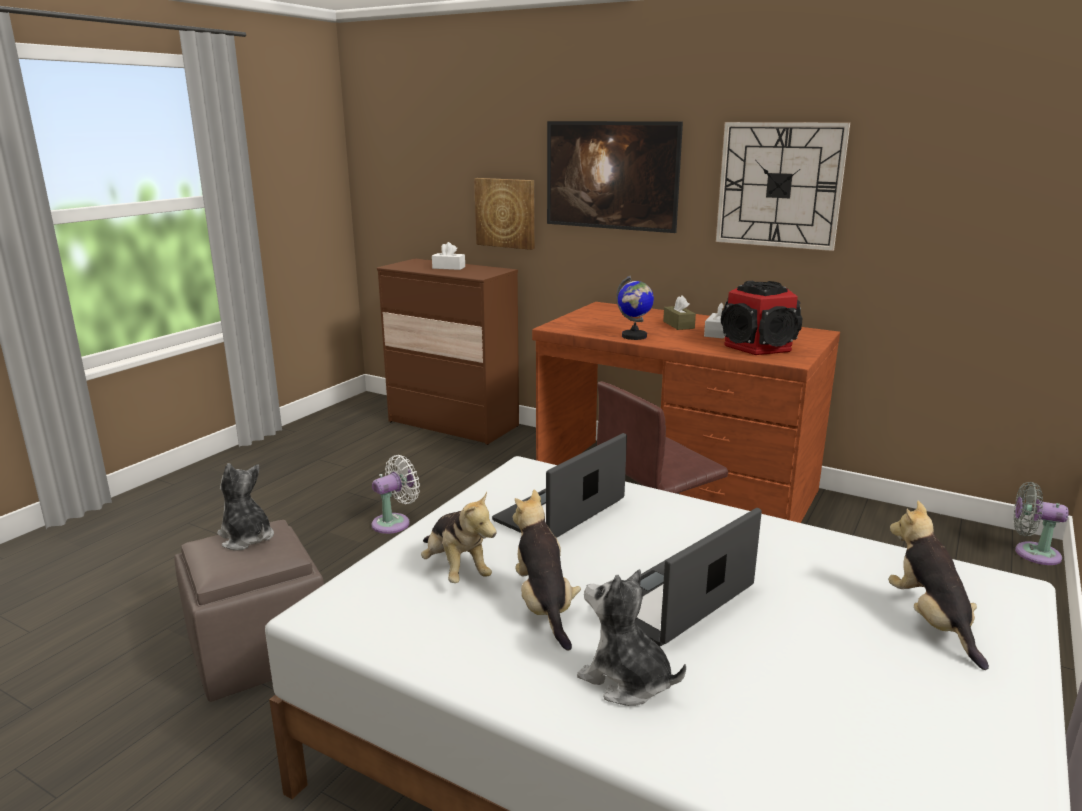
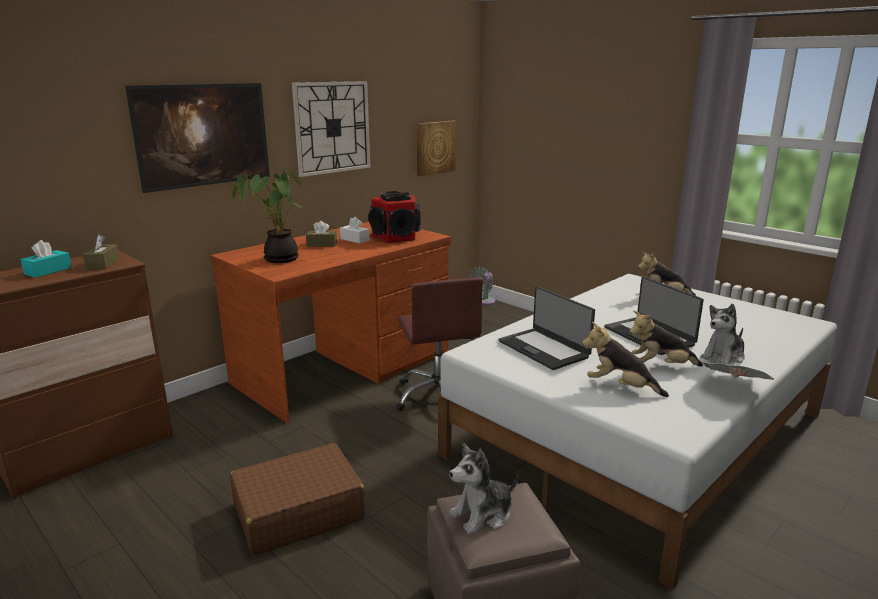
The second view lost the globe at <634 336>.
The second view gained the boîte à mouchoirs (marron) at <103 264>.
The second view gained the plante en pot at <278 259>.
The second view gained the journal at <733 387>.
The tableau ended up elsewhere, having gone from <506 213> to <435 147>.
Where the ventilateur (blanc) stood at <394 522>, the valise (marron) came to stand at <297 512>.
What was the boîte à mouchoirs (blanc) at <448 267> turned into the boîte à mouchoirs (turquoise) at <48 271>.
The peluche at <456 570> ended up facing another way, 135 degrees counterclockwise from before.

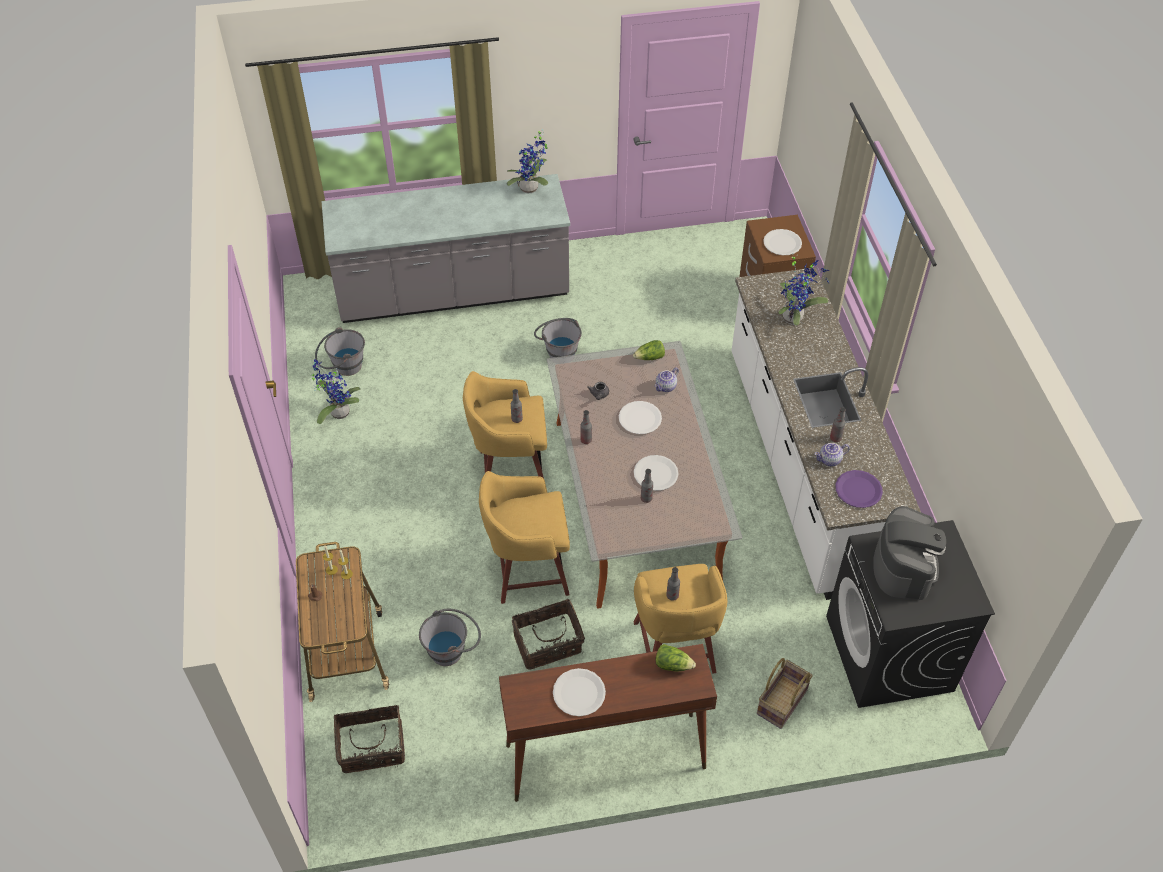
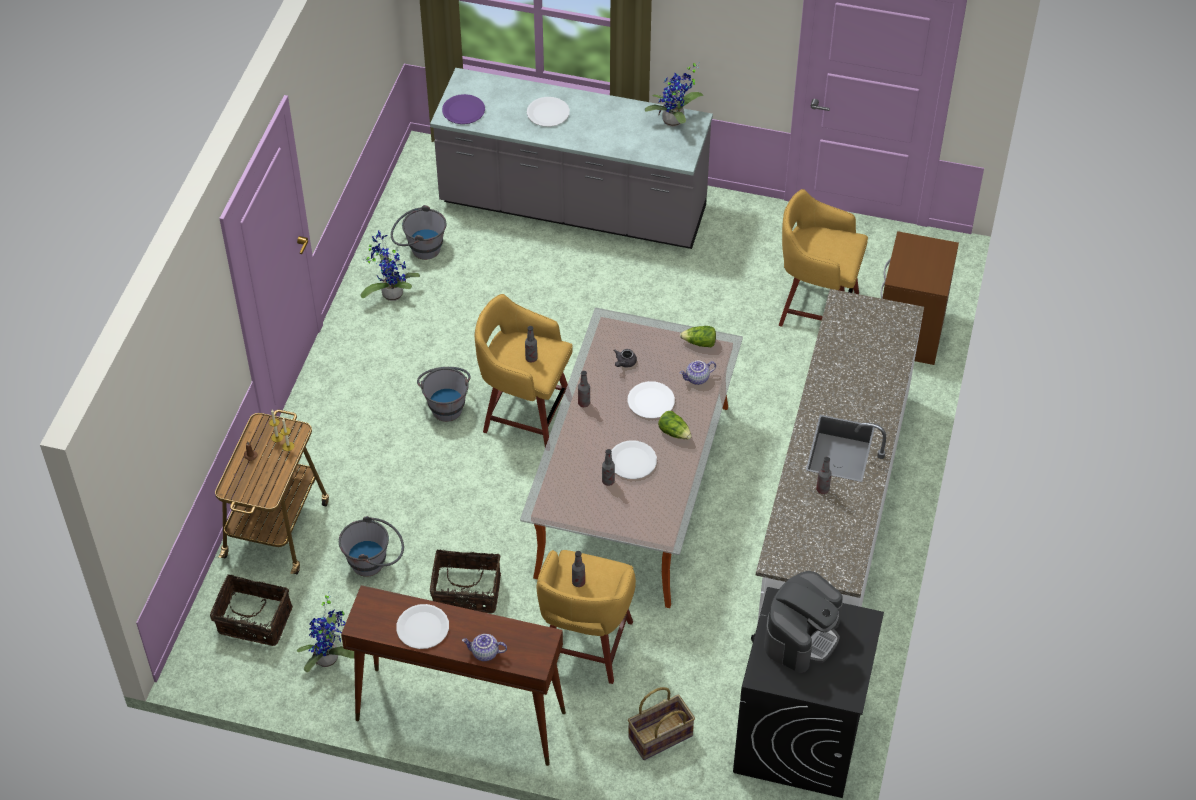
The tabouret (jaune) ended up elsewhere, having gone from <527 571> to <815 308>.
The seau (gris) ended up elsewhere, having gone from <558 351> to <446 404>.
The laitue ended up elsewhere, having gone from <673 664> to <674 432>.
The assiette (blanc) ended up elsewhere, having gone from <782 243> to <548 113>.
The plante en pot ended up elsewhere, having gone from <795 317> to <330 658>.
The théière ended up elsewhere, having gone from <829 460> to <484 653>.
The assiette (violet) ended up elsewhere, having gone from <858 490> to <463 110>.

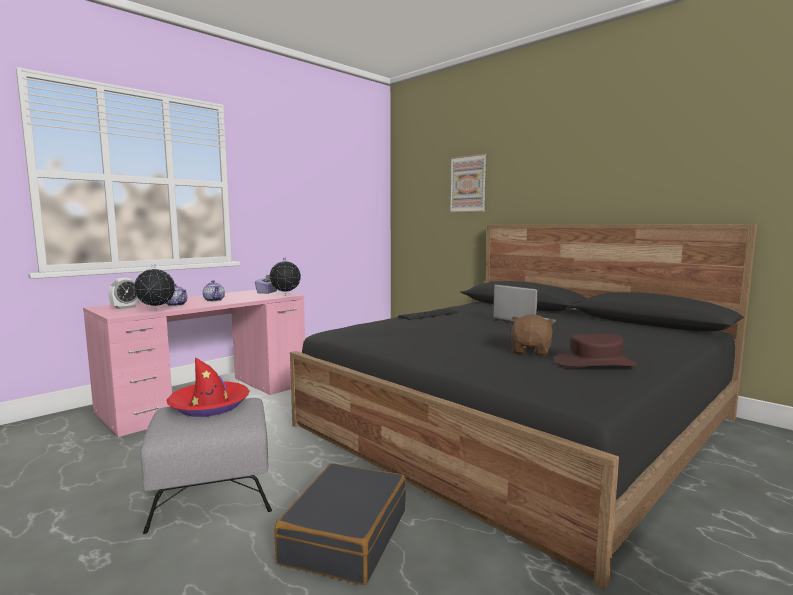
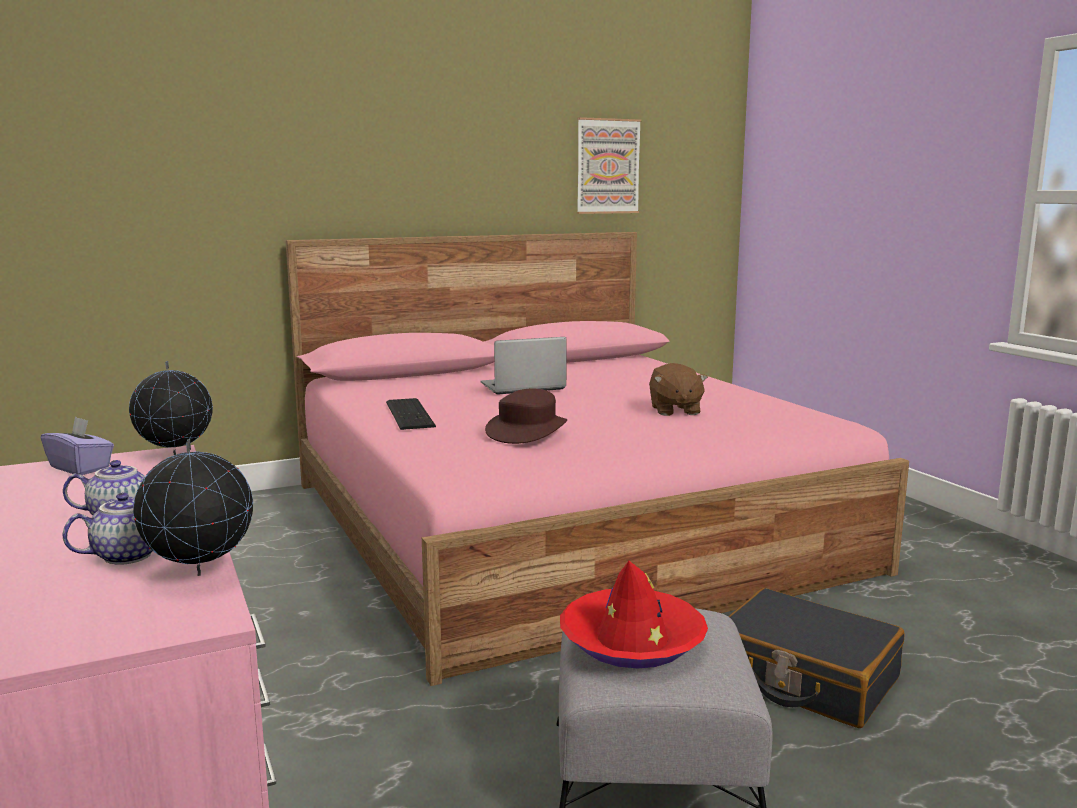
The second view lost the réveil at <125 307>.
The tableau ended up elsewhere, having gone from <468 184> to <607 166>.
The chapeau (marron) ended up elsewhere, having gone from <594 363> to <527 430>.
What was the lit (noir) at <519 421> turned into the lit (rose) at <561 524>.
The peluche (marron) at <531 351> ended up facing another way, 135 degrees counterclockwise from before.

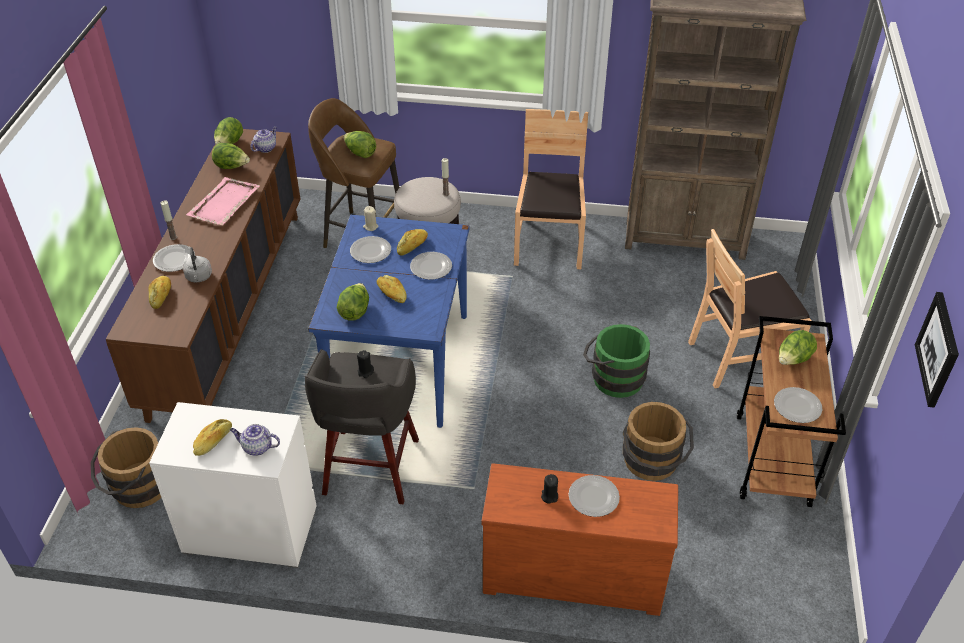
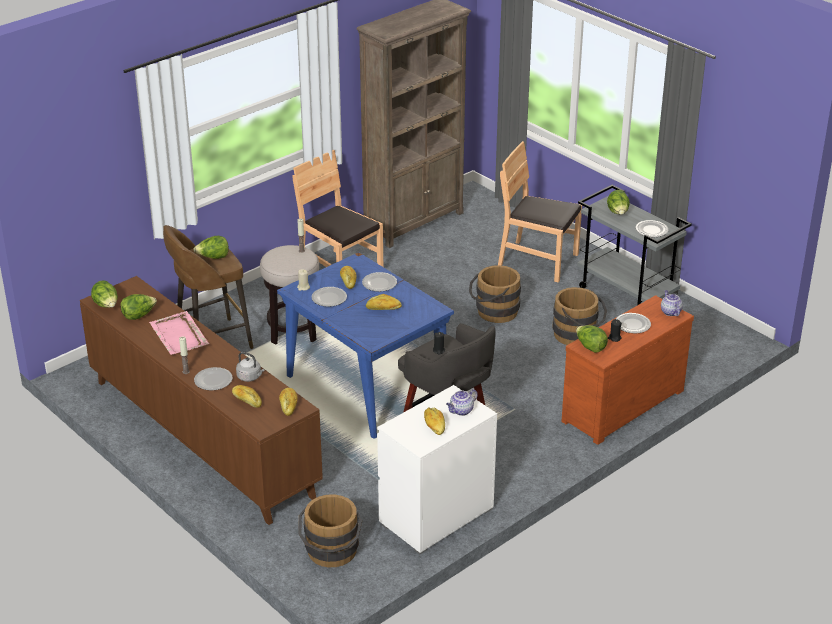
The second view lost the tableau at <938 349>.
The second view gained the pain at <288 405>.
The théière ended up elsewhere, having gone from <266 148> to <670 312>.
The laitue ended up elsewhere, having gone from <355 311> to <590 347>.
What was the seau (vert) at <613 377> turned into the seau (marron) at <493 312>.
What was the chariot (marron) at <773 460> turned into the chariot (gris) at <627 295>.
The chaise (marron) at <740 356> ended up facing another way, 90 degrees clockwise from before.

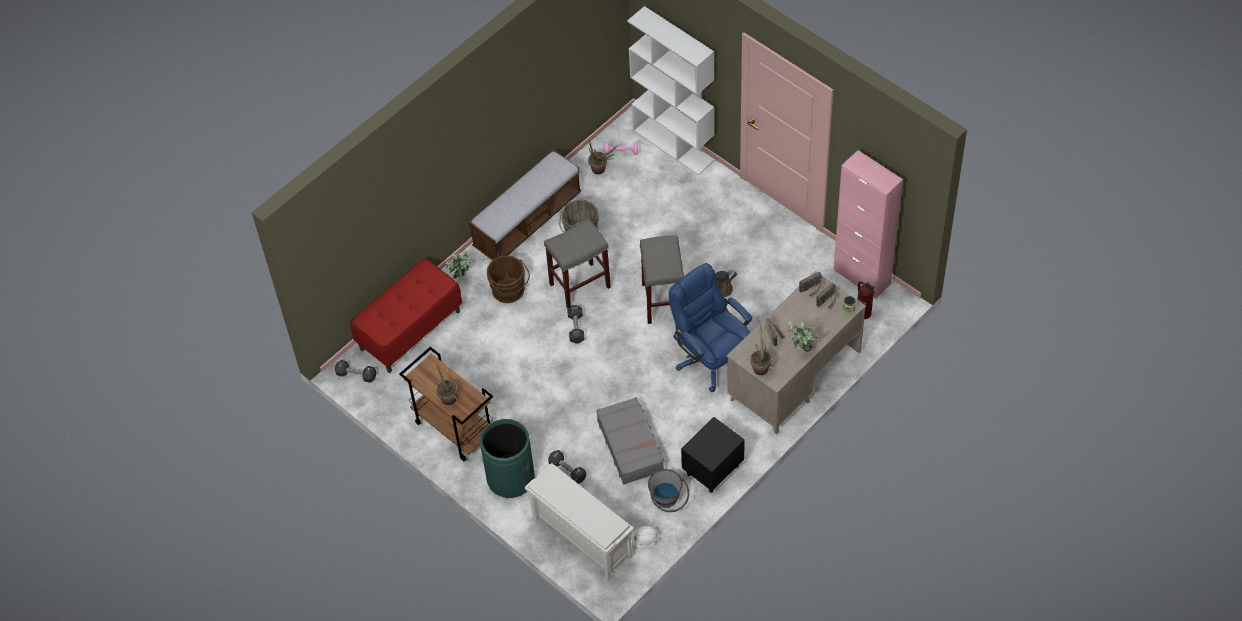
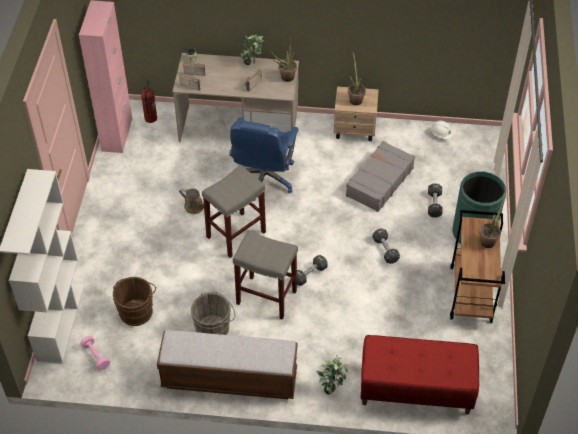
The second view lost the étagère à chaussures (blanc) at <581 537>.
The second view lost the seau (gris) at <668 502>.
The haltère (noir) ended up elsewhere, having gone from <356 375> to <385 250>.
The seau (marron) ended up elsewhere, having gone from <509 292> to <137 311>.
The plante en pot ended up elsewhere, having gone from <601 170> to <355 99>.
What was the table de chevet (noir) at <712 470> turned into the table de chevet (beige) at <355 130>.

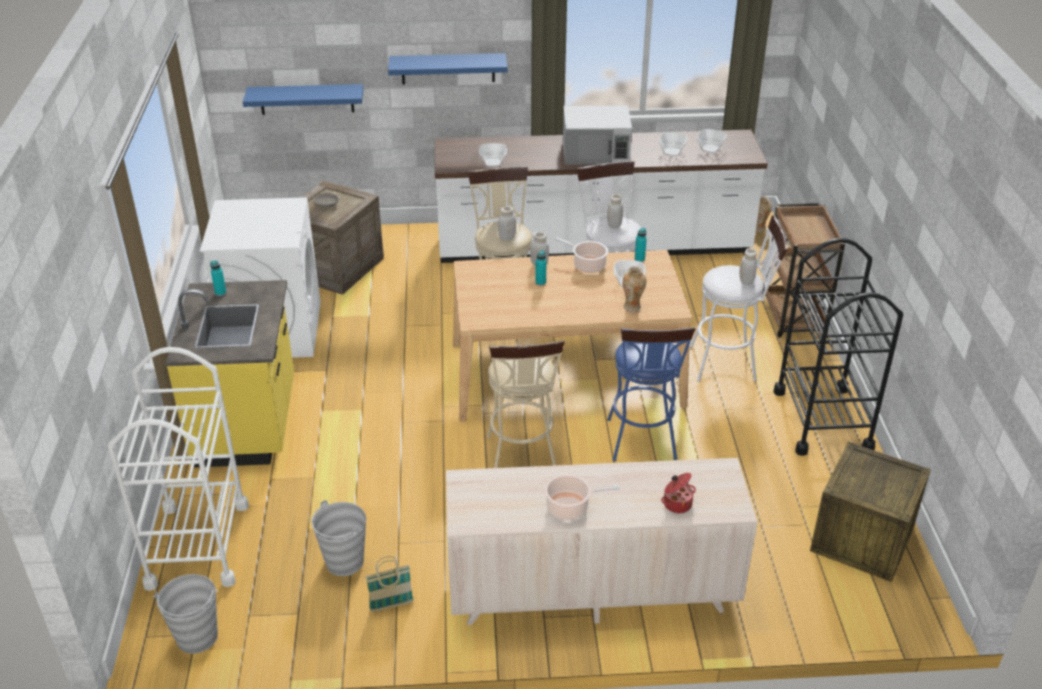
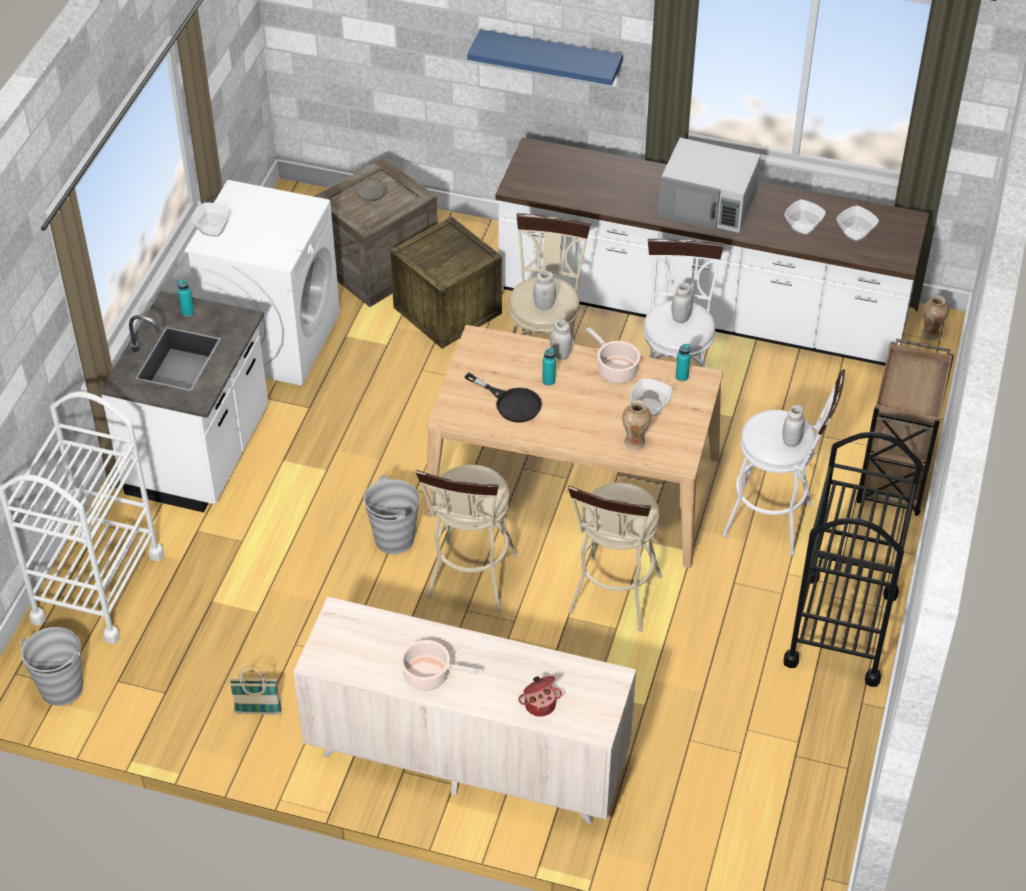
The second view lost the étagère (bleu) at <306 99>.
The second view gained the poêle (noir) at <511 403>.
The seau (gris) ended up elsewhere, having gone from <344 562> to <394 539>.
The bol ended up elsewhere, having gone from <493 162> to <214 229>.
The caisse ended up elsewhere, having gone from <862 539> to <447 310>.
What was the comptoir de cuisine (jaune) at <248 423> turned into the comptoir de cuisine (blanc) at <200 455>.
What was the tabouret (bleu) at <642 444> turned into the tabouret (beige) at <613 600>.

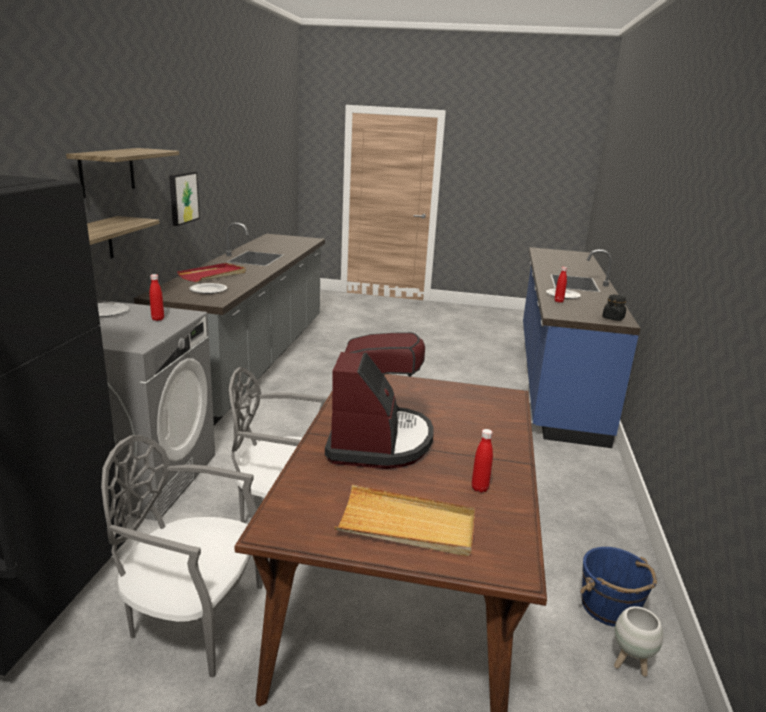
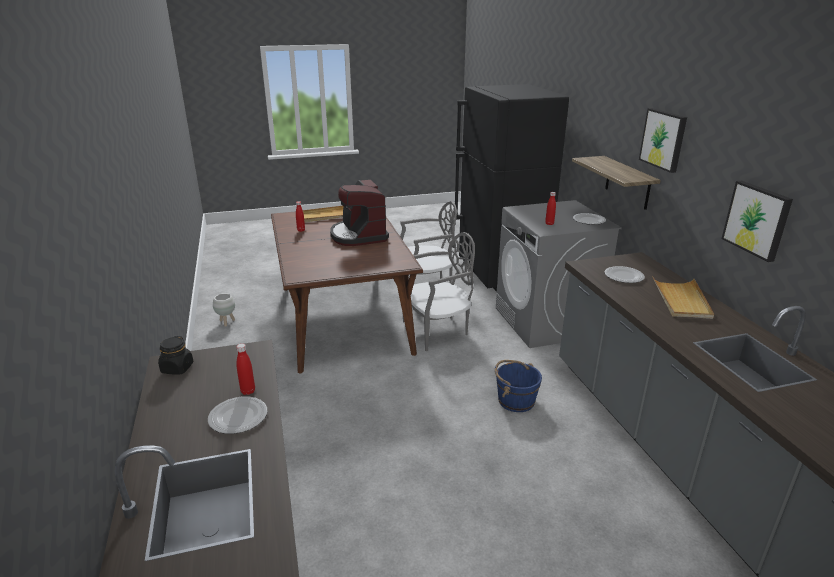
The seau (bleu) ended up elsewhere, having gone from <610 607> to <515 400>.
Where the étagère hung at <107 172>, the tableau came to hang at <663 139>.
What was the plateau (rouge) at <213 275> turned into the plateau (beige) at <681 300>.

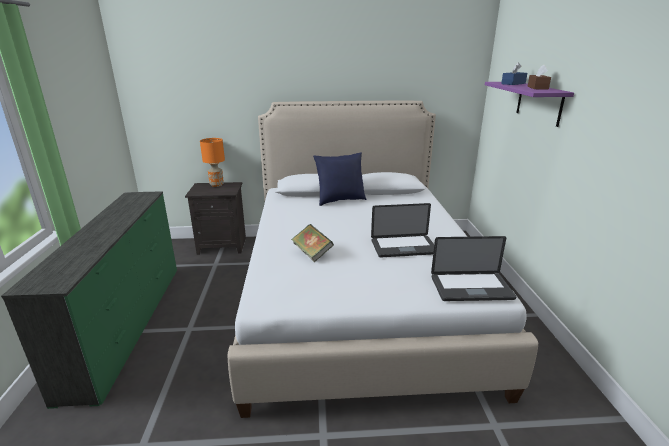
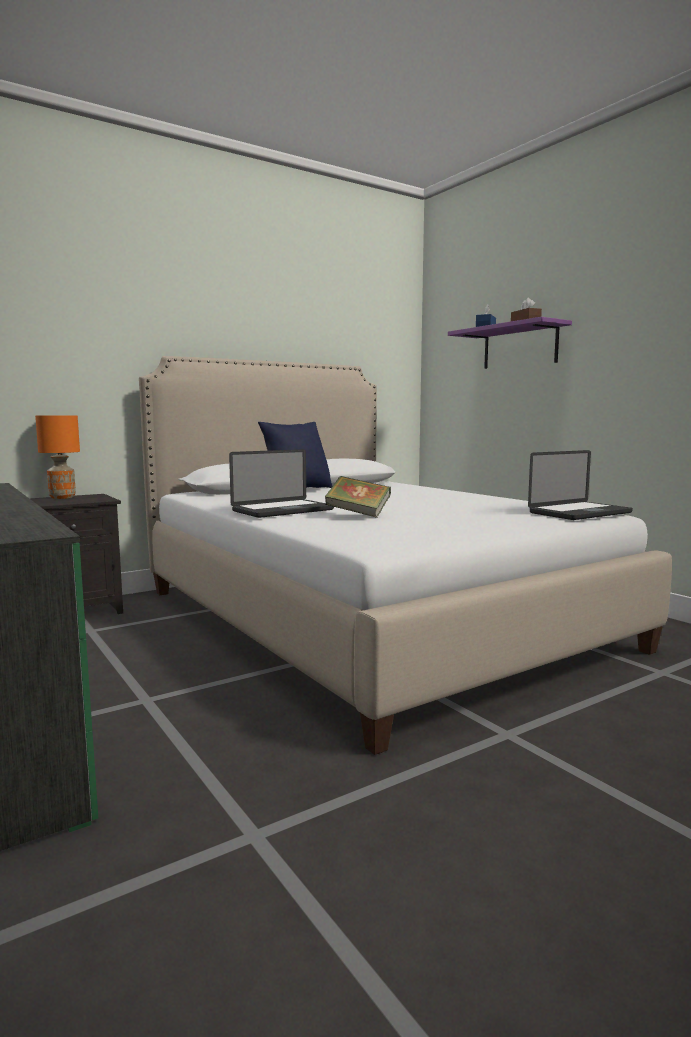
The ordinateur portable ended up elsewhere, having gone from <403 247> to <283 510>.

